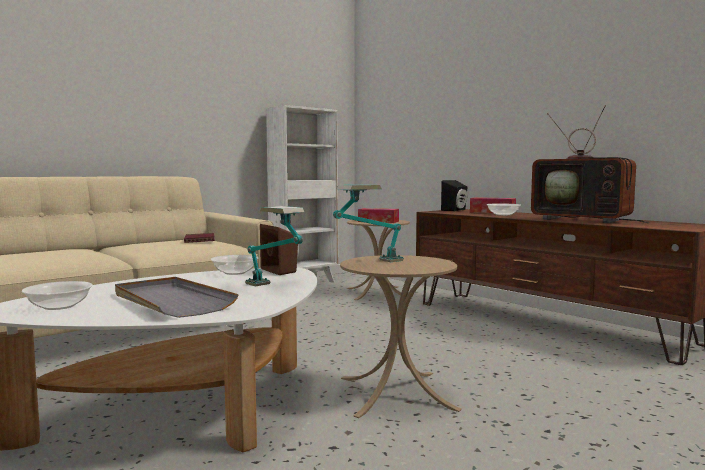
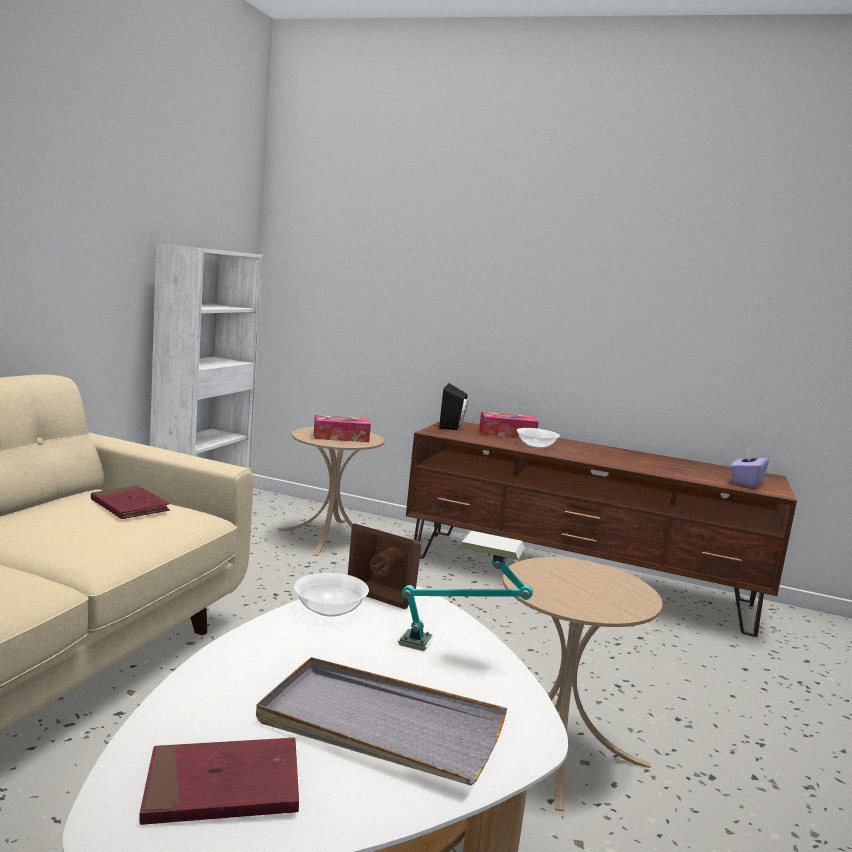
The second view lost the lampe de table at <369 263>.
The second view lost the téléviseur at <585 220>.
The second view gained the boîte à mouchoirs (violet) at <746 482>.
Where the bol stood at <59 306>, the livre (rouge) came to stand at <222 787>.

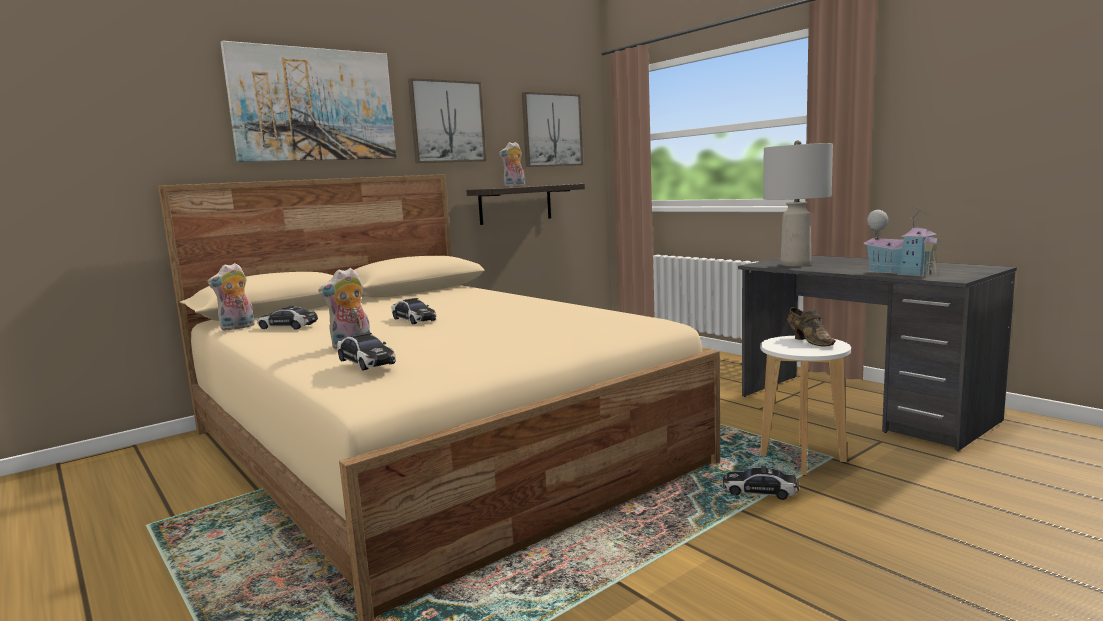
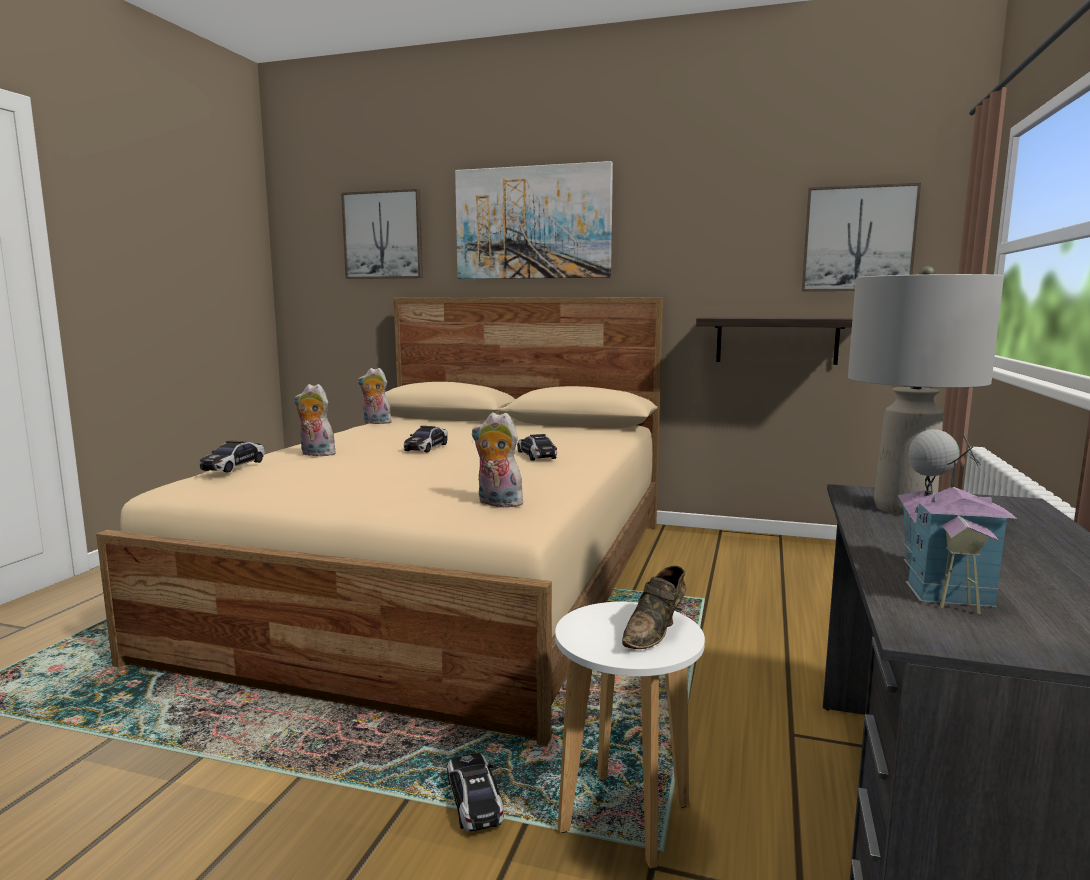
The petite voiture ended up elsewhere, having gone from <288 326> to <537 455>.
The tableau ended up elsewhere, having gone from <447 122> to <383 235>.
The peluche ended up elsewhere, having gone from <514 187> to <497 503>.

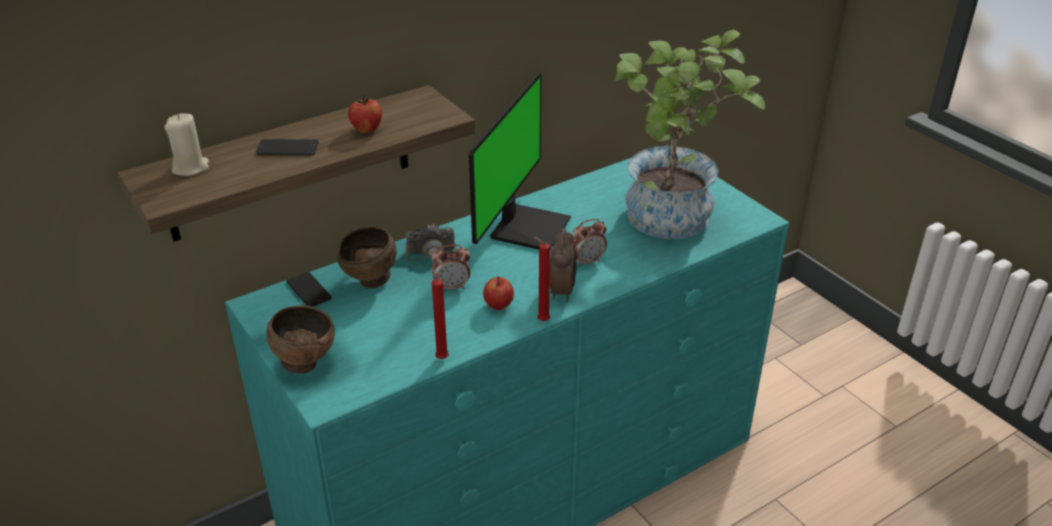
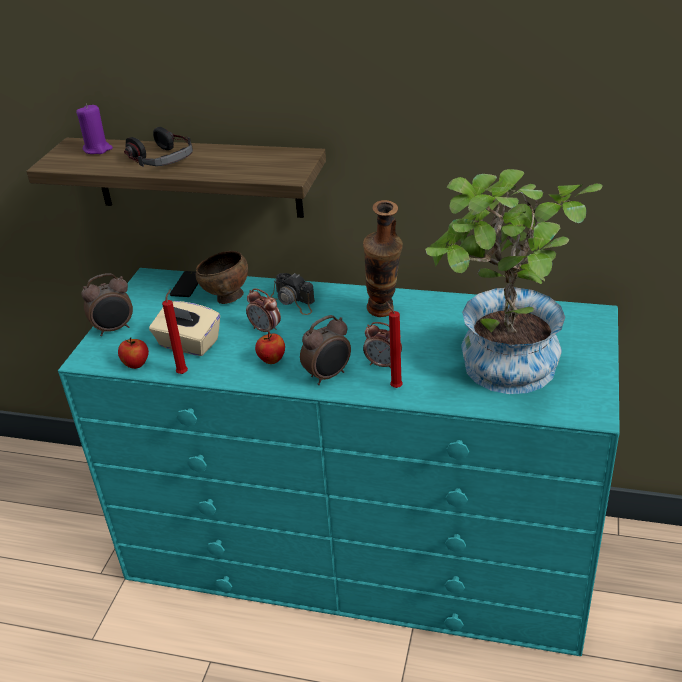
The second view gained the boîte à mouchoirs (beige) at <188 344>.
The pomme ended up elsewhere, having gone from <366 130> to <136 364>.
The bougie (rouge) ended up elsewhere, having gone from <541 321> to <395 386>.
Where the téléphone stood at <287 148>, the casque audio came to stand at <161 158>.
Where the bol (marron) stood at <305 363>, the réveil came to stand at <114 329>.
Where the écran d'ordinateur stood at <527 227>, the vase came to stand at <384 315>.
What was the bougie (beige) at <191 168> turned into the bougie (violet) at <97 149>.

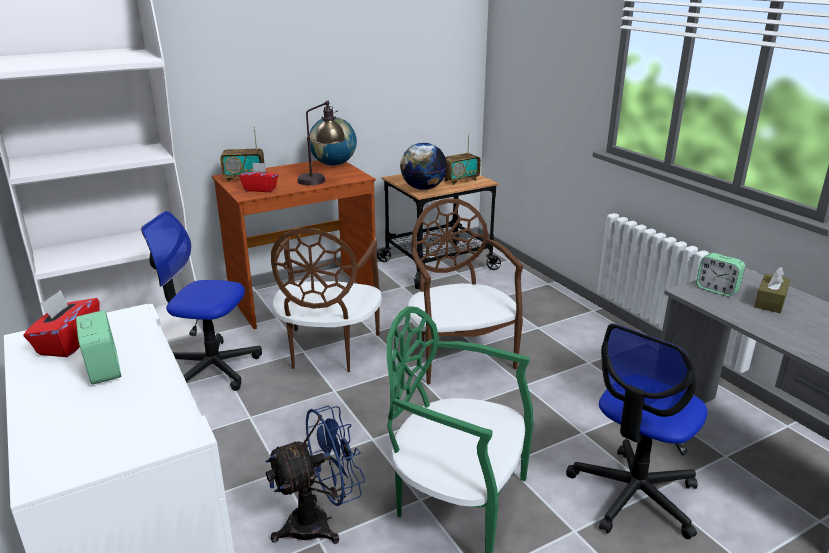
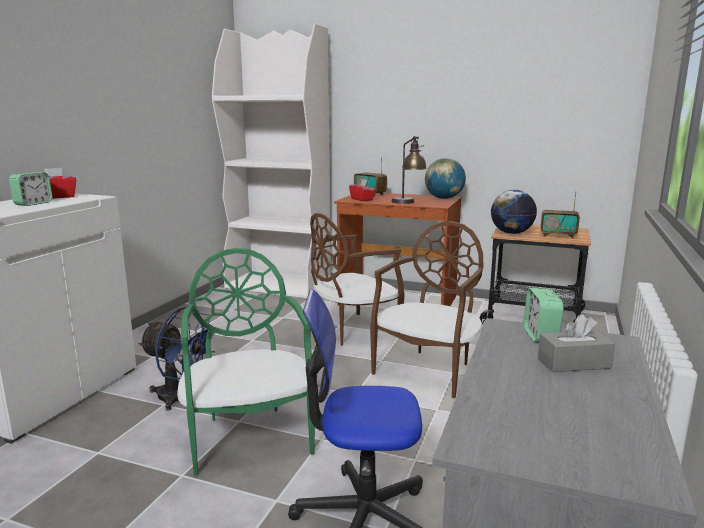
The second view lost the chaise de bureau at <211 368>.
What was the boîte à mouchoirs (marron) at <770 301> turned into the boîte à mouchoirs (gris) at <573 363>.

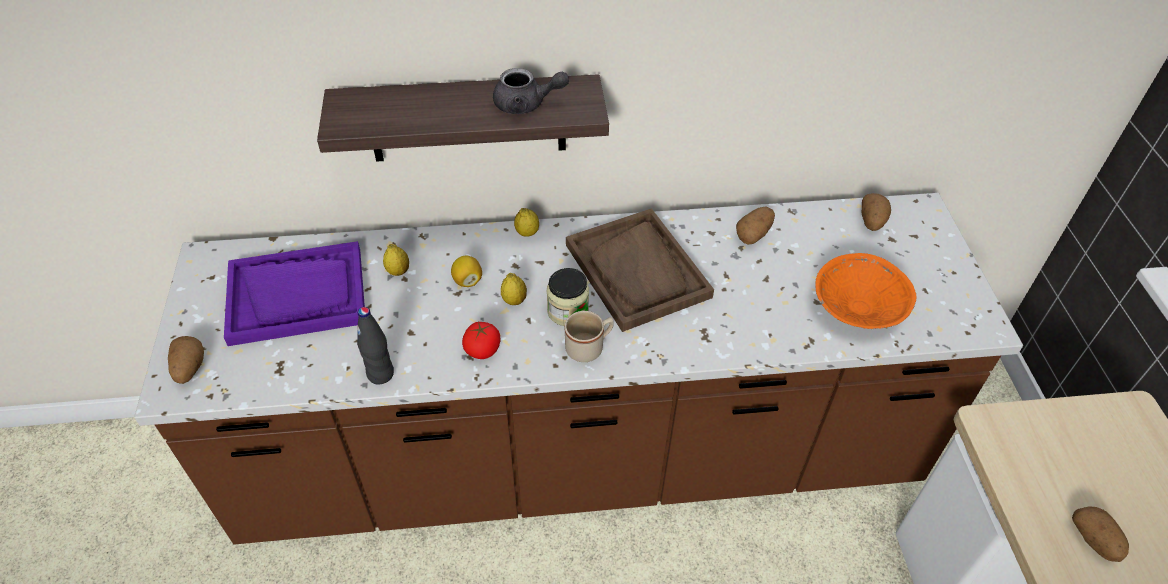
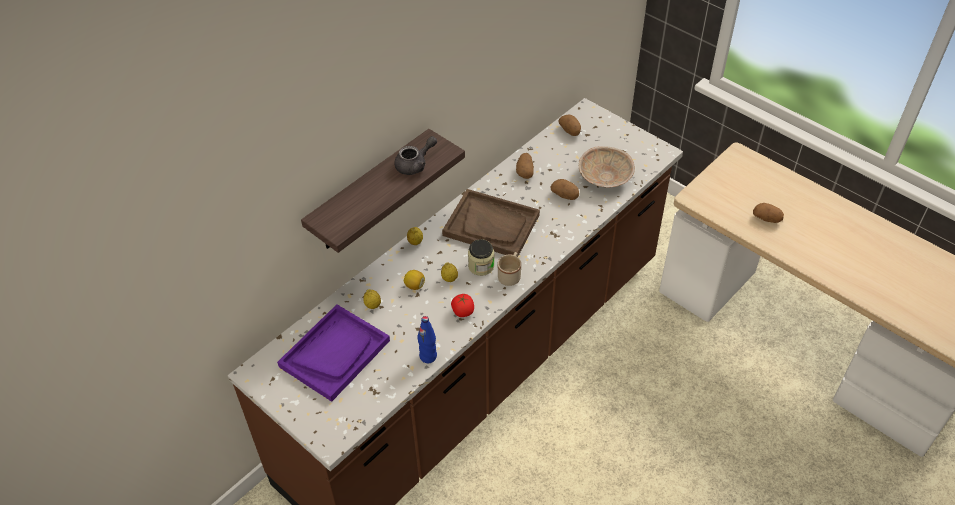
The pomme de terre ended up elsewhere, having gone from <189 368> to <565 195>.
What was the bouteille (noir) at <380 374> turned into the bouteille (bleu) at <428 356>.
What was the bol (orange) at <857 308> turned into the bol (beige) at <605 178>.

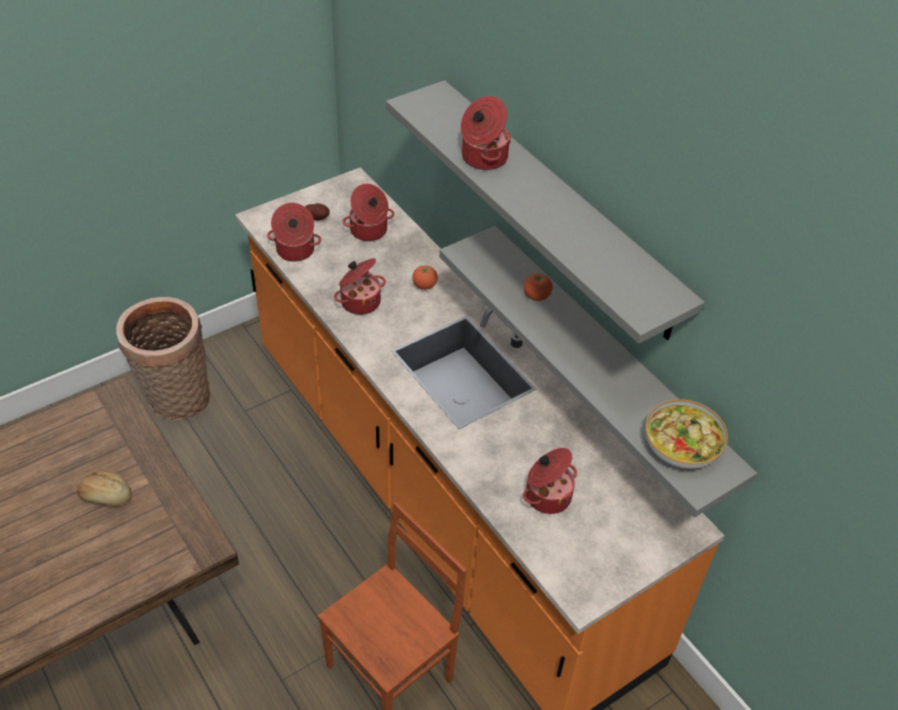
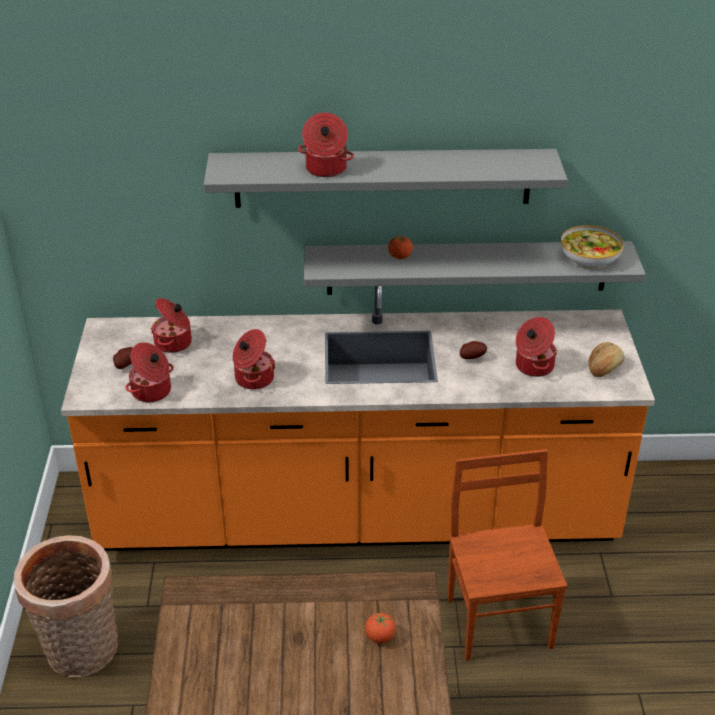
The second view gained the pomme de terre at <472 357>.
The pain ended up elsewhere, having gone from <106 496> to <604 367>.
The tomate ended up elsewhere, having gone from <424 286> to <380 637>.

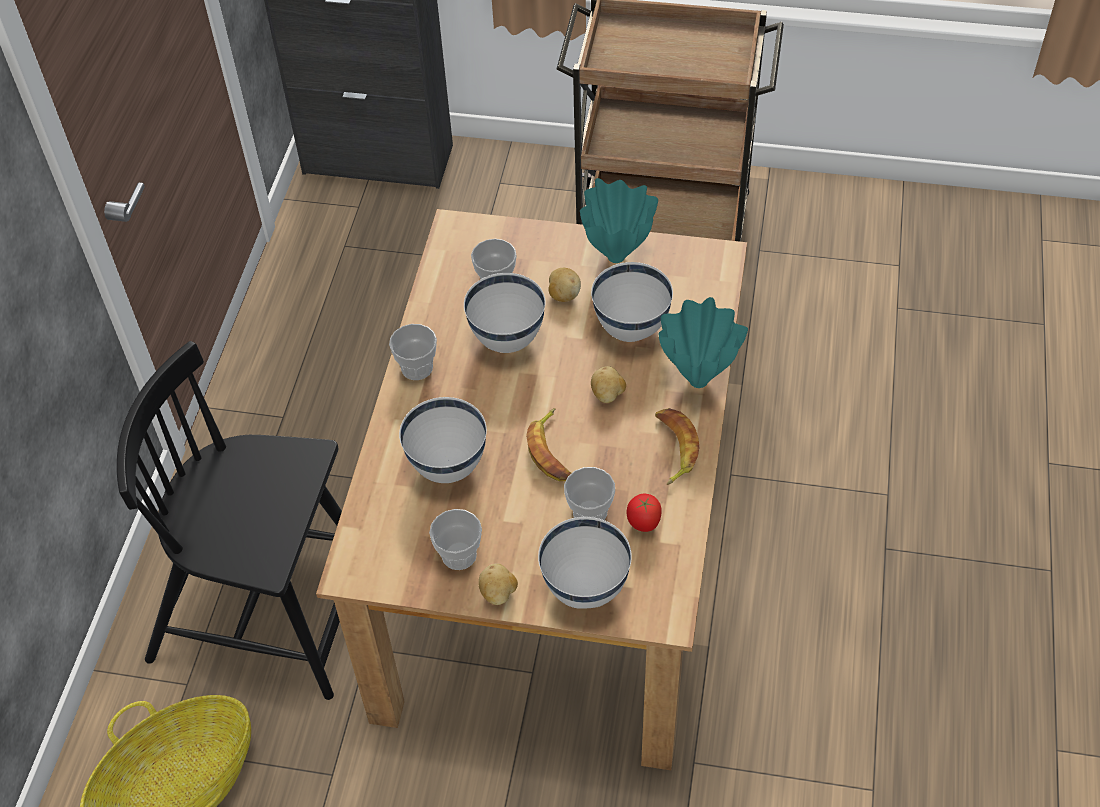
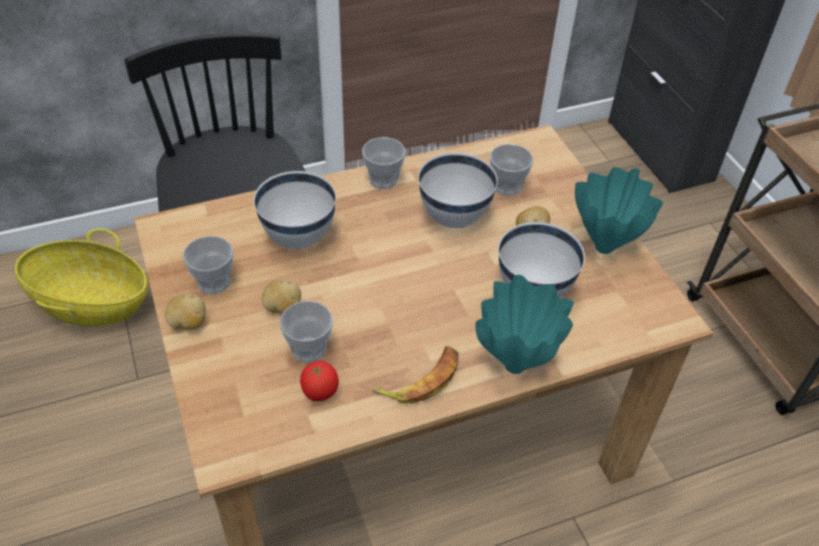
The second view lost the banane at <552 451>.
The second view lost the bol (blanc) at <586 589>.
The pomme de terre ended up elsewhere, having gone from <608 395> to <283 308>.

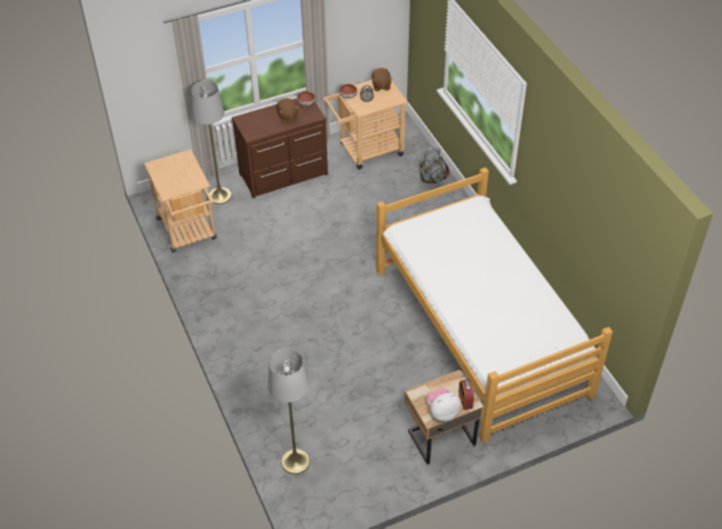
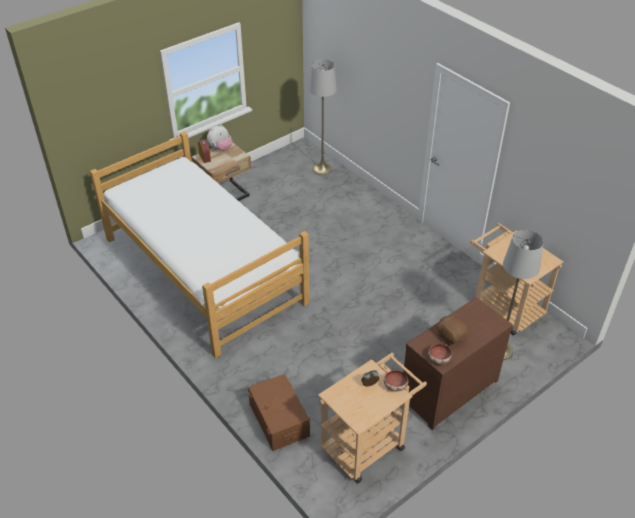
The second view lost the peluche (marron) at <381 86>.
Where the sac à dos (gris) stood at <431 178>, the boîte de rangement (marron) came to stand at <279 419>.

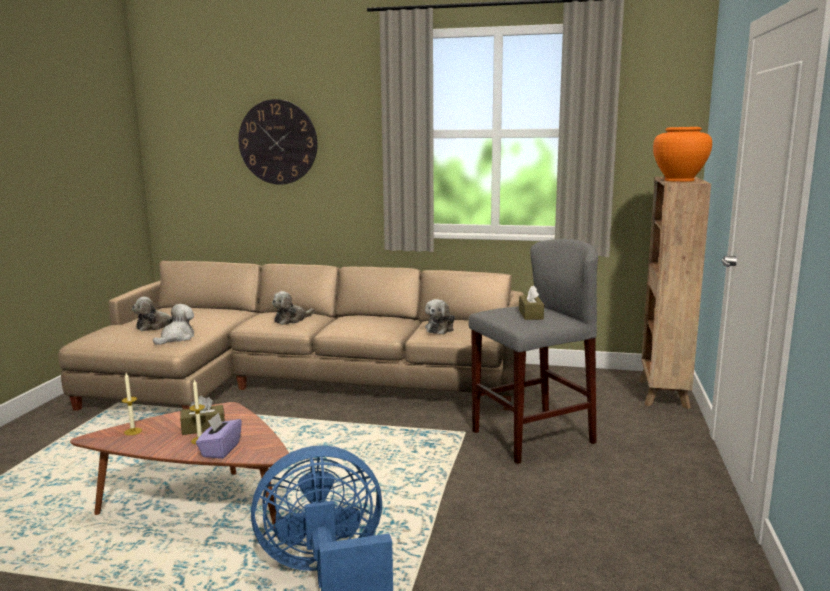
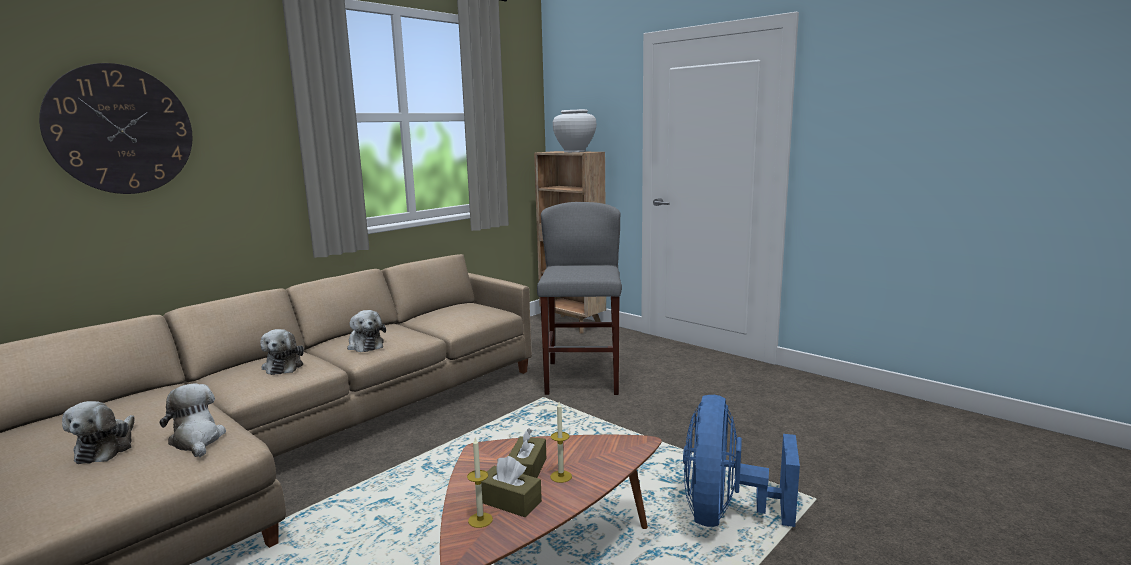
The second view lost the boîte à mouchoirs (violet) at <220 450>.
The peluche ended up elsewhere, having gone from <440 329> to <365 345>.
The boîte à mouchoirs (marron) ended up elsewhere, having gone from <530 314> to <509 501>.
What was the vase (orange) at <679 180> turned into the vase (blanc) at <574 152>.

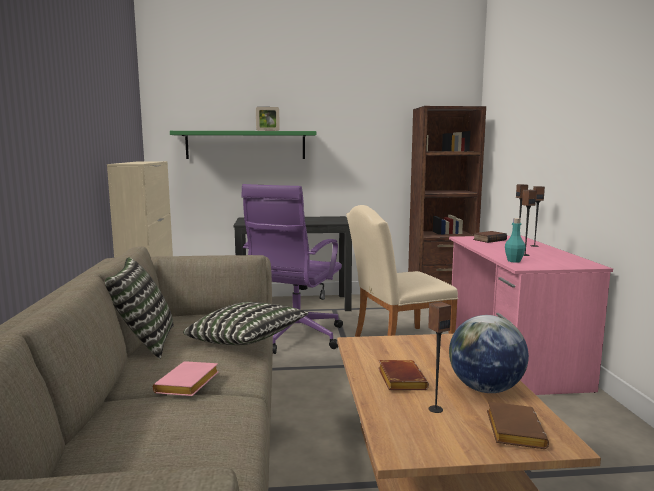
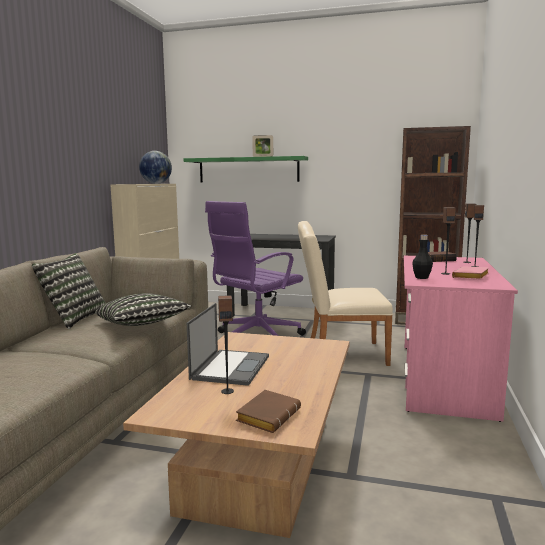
The livre (rose) ended up elsewhere, having gone from <188 385> to <471 277>.
The globe ended up elsewhere, having gone from <485 389> to <156 183>.
Where the livre (marron) stood at <399 379>, the ordinateur portable came to stand at <230 367>.
What was the bouteille (turquoise) at <514 261> turned into the bouteille (noir) at <421 277>.

